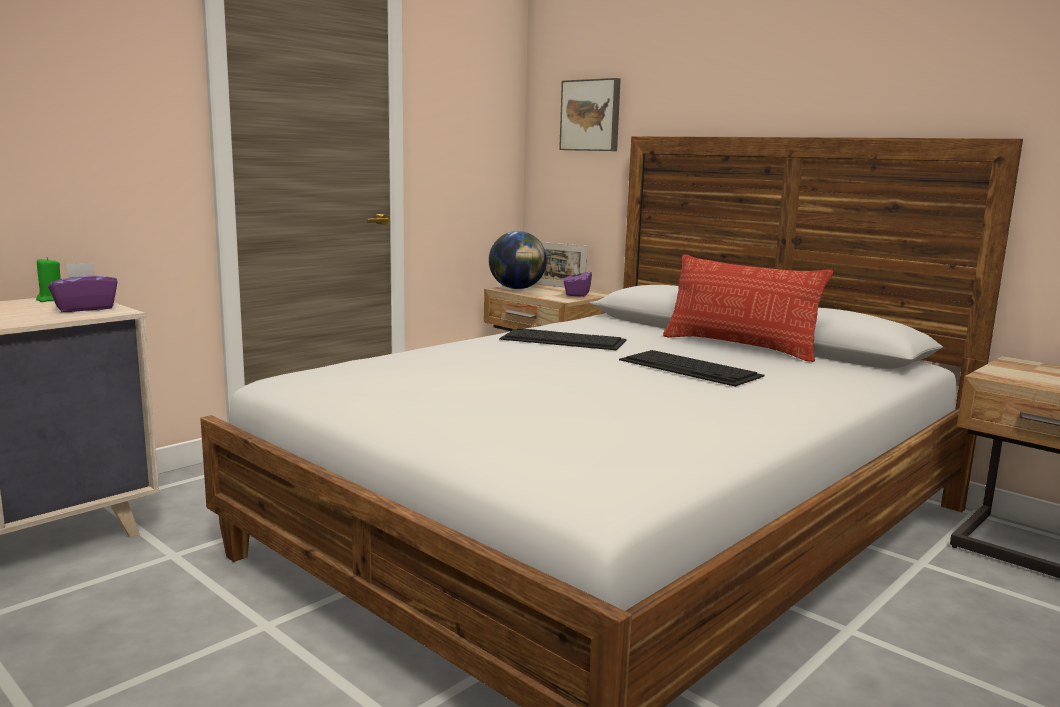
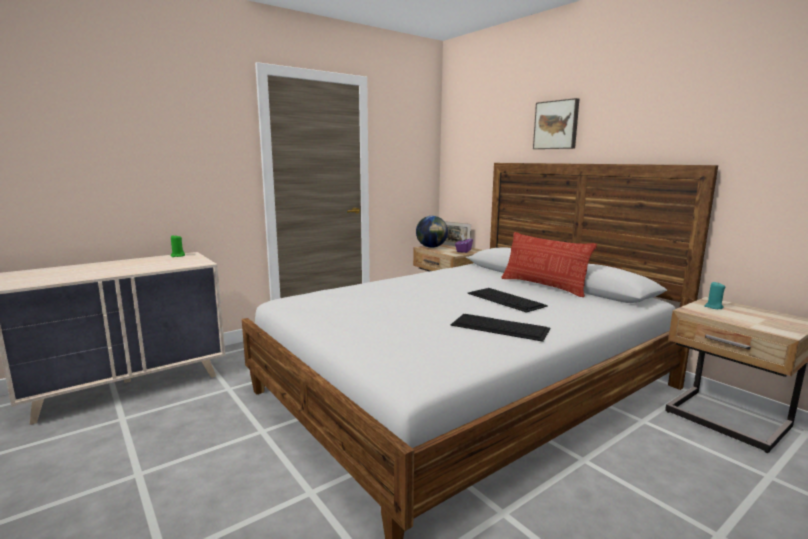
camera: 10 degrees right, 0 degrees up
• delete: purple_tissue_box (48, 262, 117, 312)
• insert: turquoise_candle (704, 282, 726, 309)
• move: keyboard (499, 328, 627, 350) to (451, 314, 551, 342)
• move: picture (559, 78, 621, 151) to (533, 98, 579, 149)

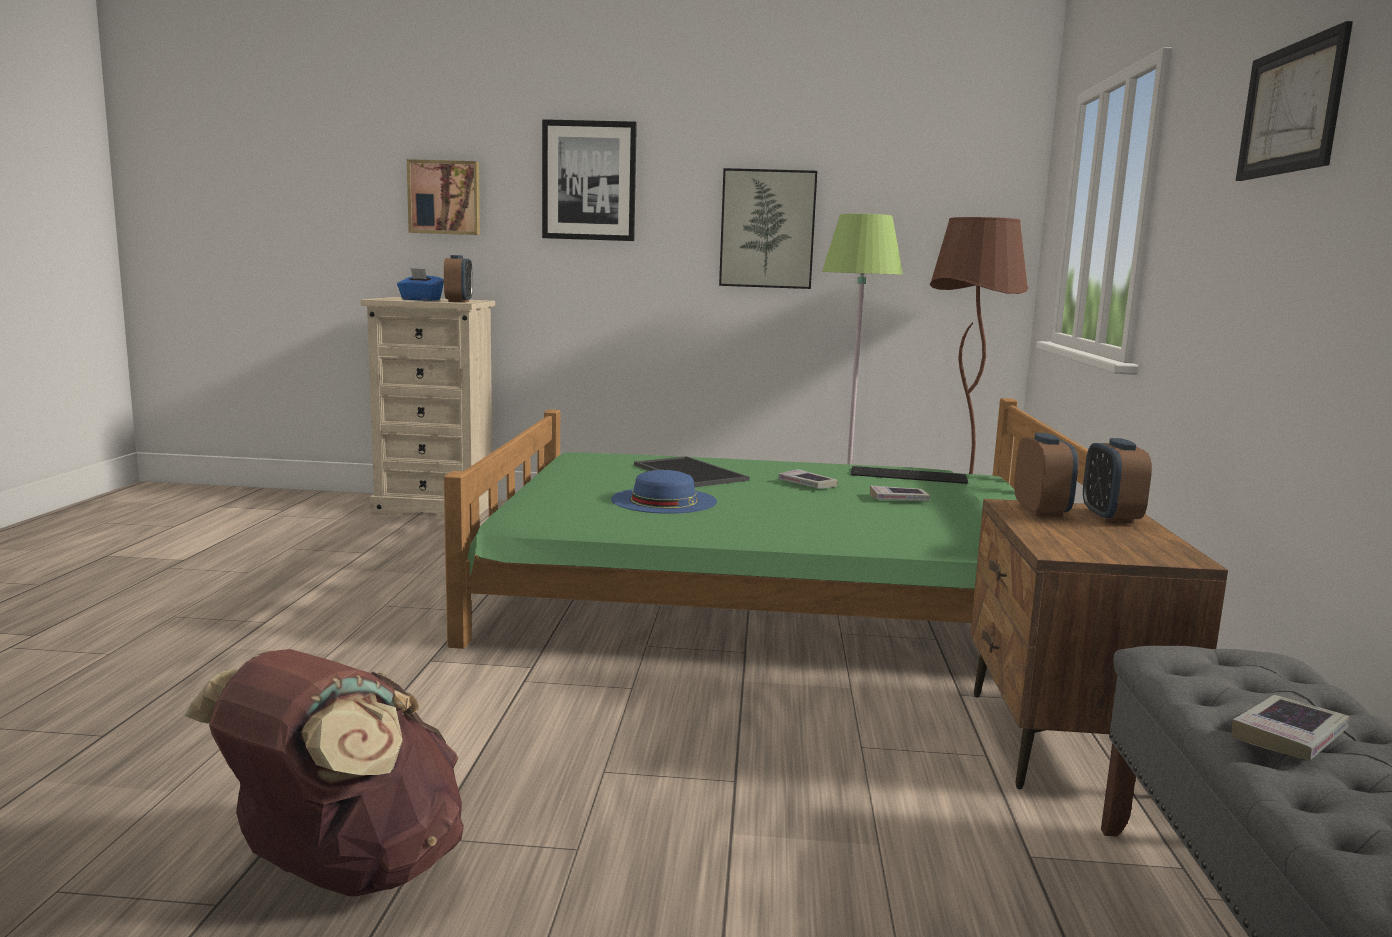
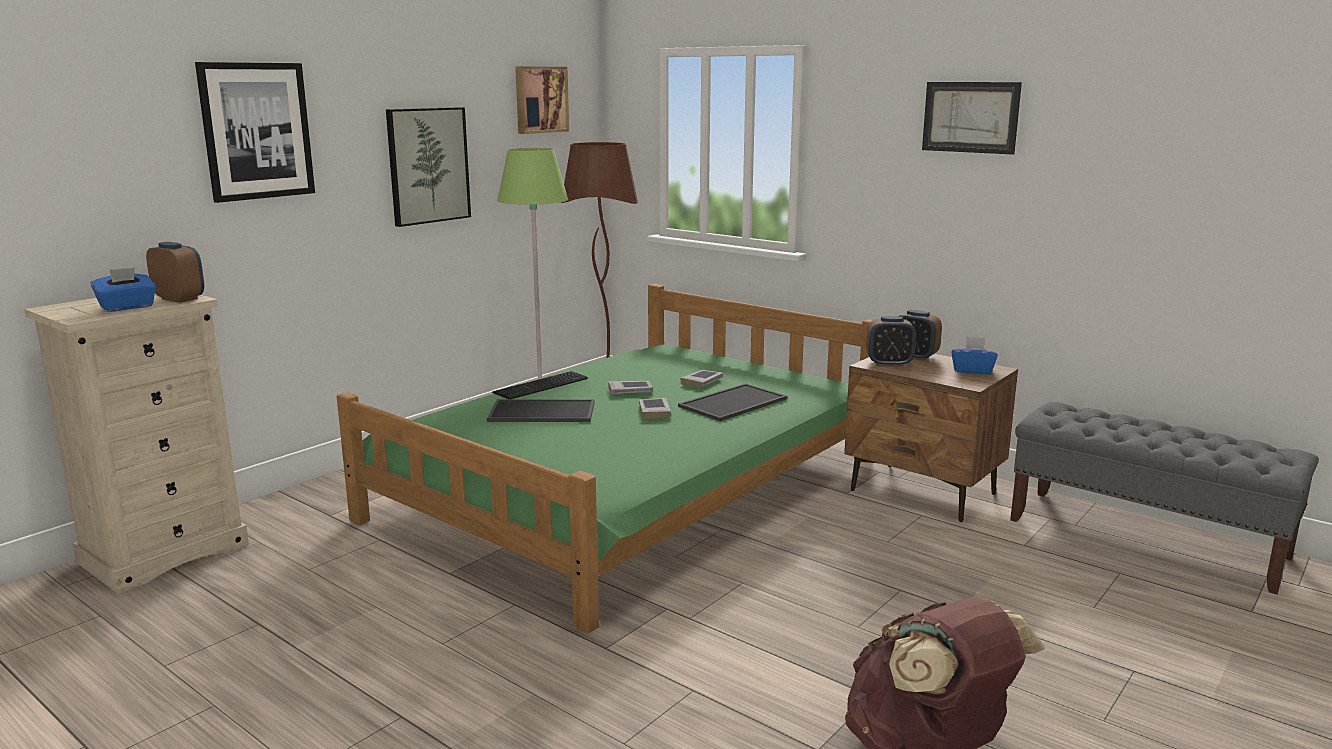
camera: 55 degrees left, 5 degrees up
• delete: blue_hat (611, 470, 717, 514)
• insert: tray (678, 383, 788, 421)
• insert: blue_tissue_box (951, 337, 998, 375)
• move: picture (407, 159, 480, 235) to (515, 66, 569, 134)
• move: keyboard (851, 466, 968, 484) to (492, 371, 588, 399)
• move: book (1231, 695, 1349, 760) to (639, 398, 671, 419)
• rotate: alarm_clock (1014, 433, 1078, 517) = (866, 316, 916, 367) 150 degrees clockwise

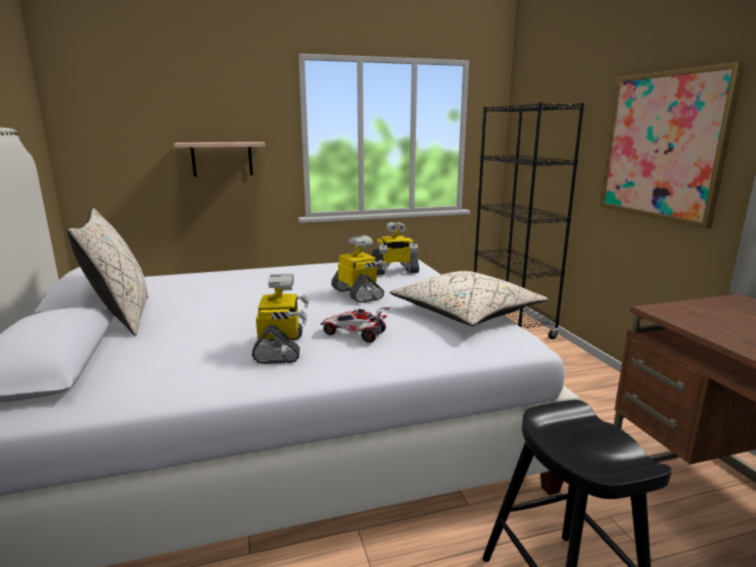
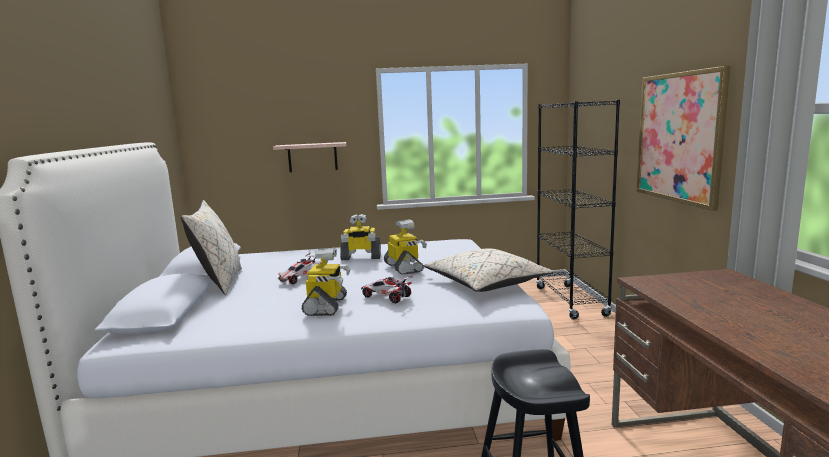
camera: 10 degrees right, 5 degrees down
• insert: toy_car (278, 252, 321, 284)
• move: toy_robot (372, 222, 419, 275) to (340, 214, 381, 260)

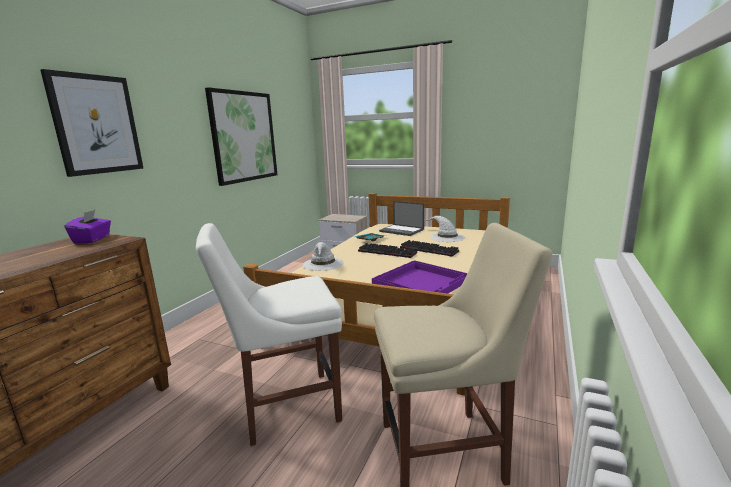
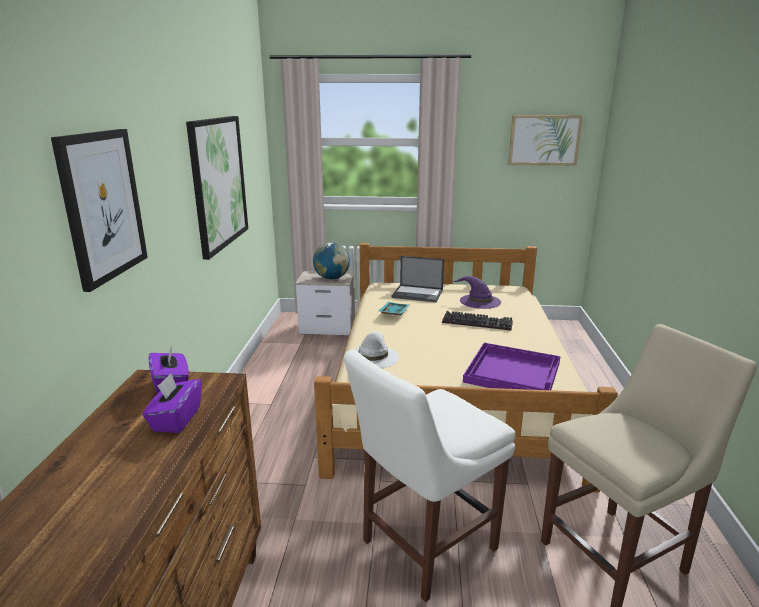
camera: 20 degrees left, 5 degrees up
• delete: keyboard (358, 243, 417, 258)
• insert: purple_tissue_box (142, 373, 202, 433)
• insert: globe (313, 243, 350, 280)
• insert: picture (508, 115, 583, 166)
• recolor: white_hat (425, 216, 465, 242) to purple_hat (453, 276, 501, 309)

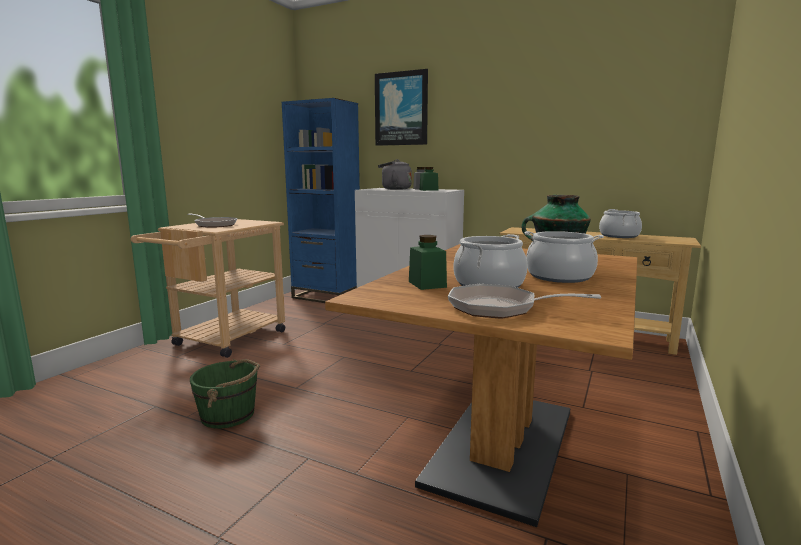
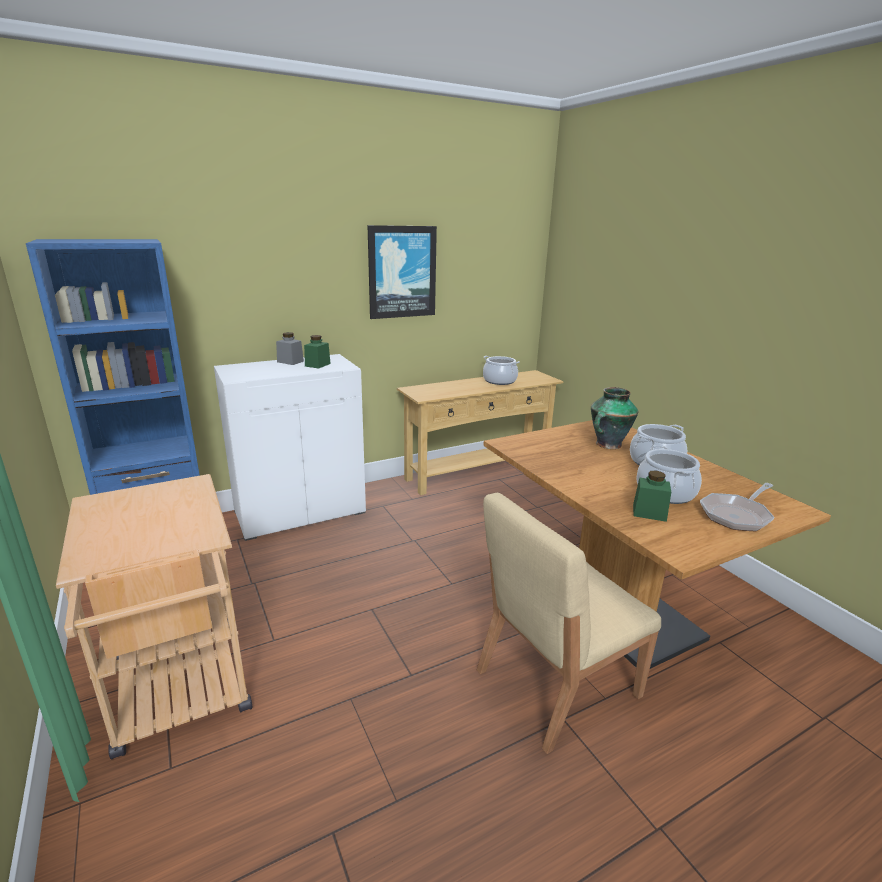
camera: 55 degrees left, 10 degrees up
• delete: frying_pan (187, 213, 237, 228)
• delete: green_bucket (190, 359, 260, 429)
• delete: grey_kettle (378, 159, 412, 190)
• insert: beige_chair (477, 493, 661, 754)
• move: picture (375, 69, 428, 146) to (367, 225, 437, 319)

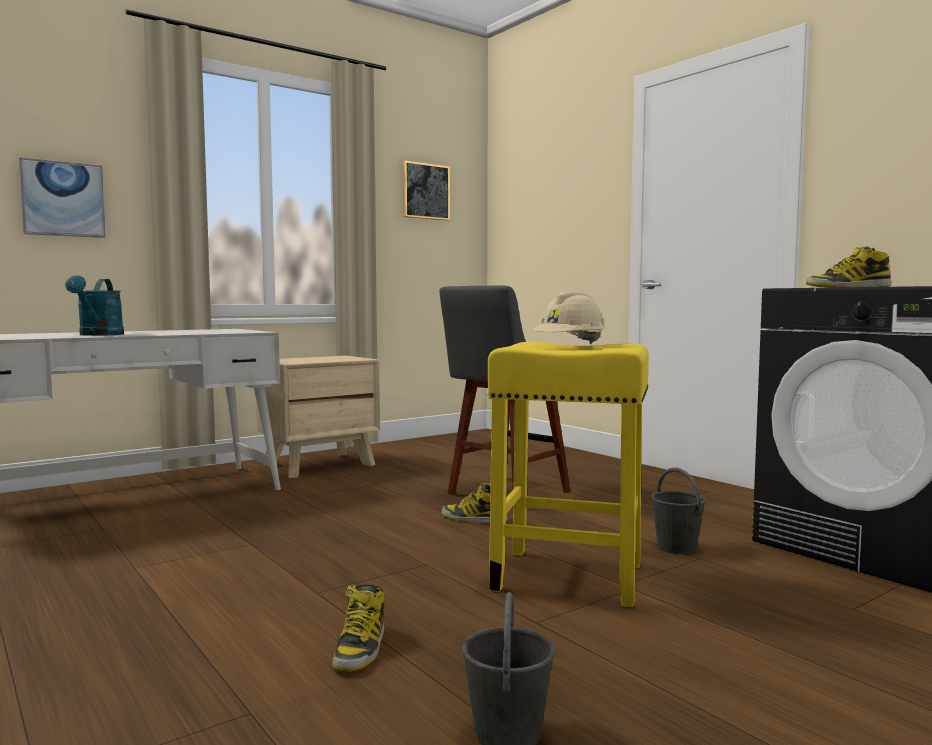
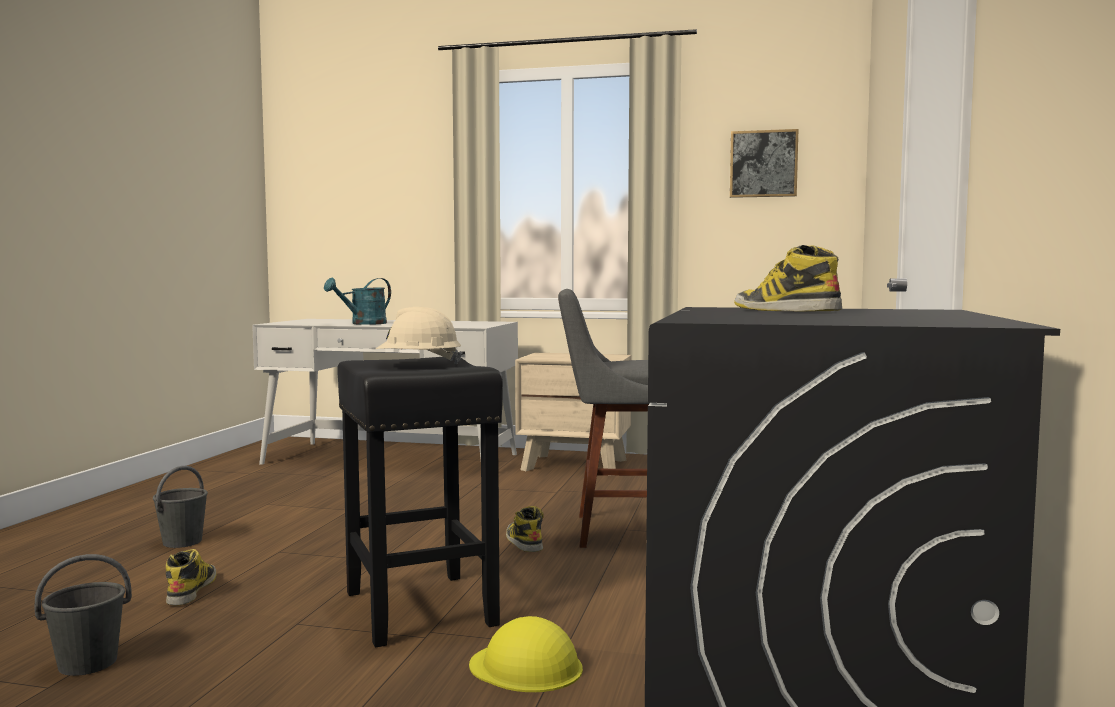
camera: 50 degrees right, 0 degrees up
• delete: picture (19, 157, 106, 238)
• insert: yellow_hard_hat (469, 616, 583, 692)
• move: grey_bucket (651, 467, 706, 554) to (153, 466, 208, 548)
• recolor: yellow_stool (488, 342, 649, 607) to black_stool (337, 357, 503, 648)
• rotate: boot (333, 584, 385, 671) = (165, 549, 216, 606) 120 degrees clockwise

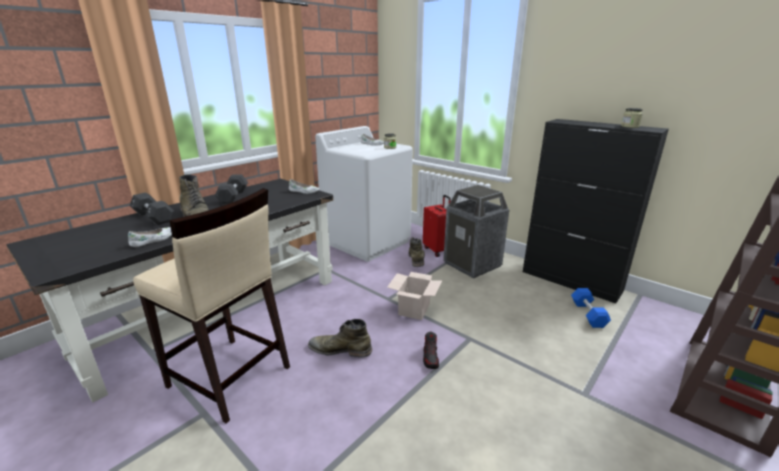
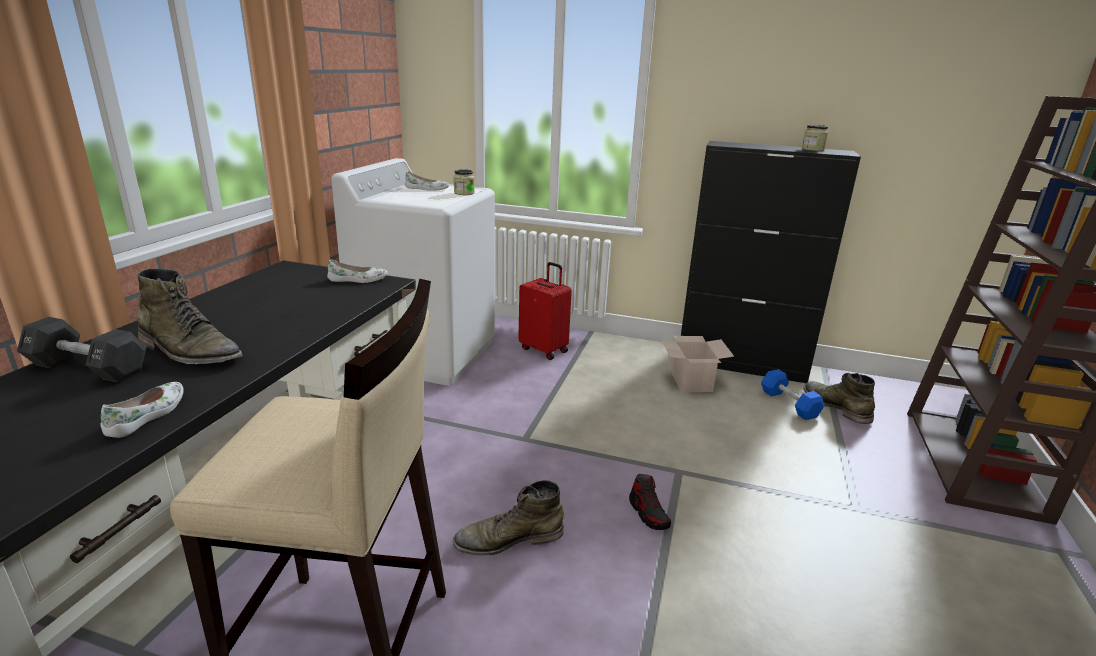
camera: 25 degrees left, 0 degrees up
• delete: black_dumbbell (215, 174, 248, 204)
• delete: trash_can (443, 185, 509, 278)
• move: cardboard_box (387, 272, 442, 320) to (661, 336, 734, 392)
• move: green_boot (409, 237, 425, 267) to (804, 373, 875, 424)

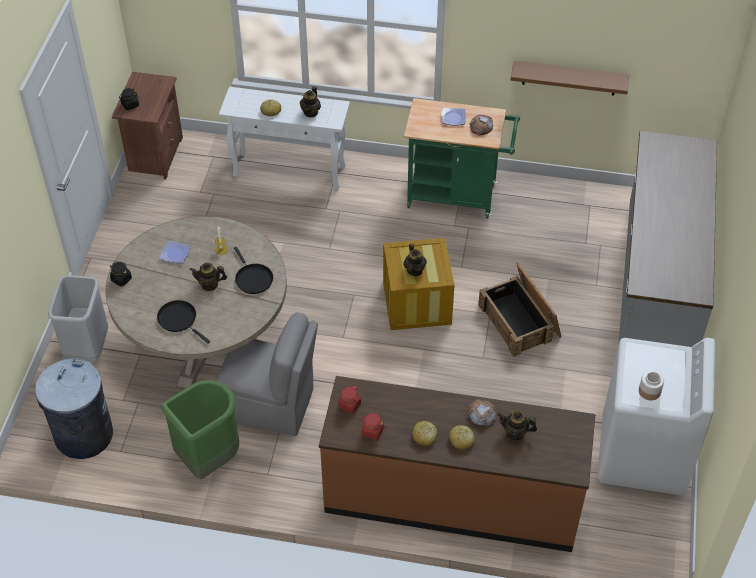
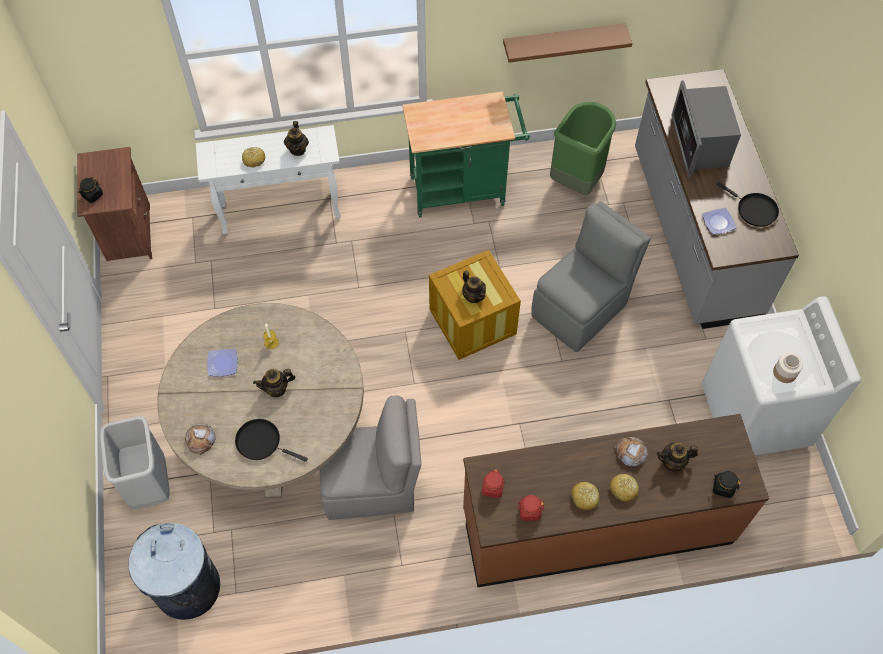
camera: 20 degrees left, 10 degrees up
• insert: microwave (672, 80, 741, 178)
• move: black_jar (110, 262, 132, 287) to (713, 471, 741, 498)
• move: green_trash_can (162, 380, 239, 479) to (550, 102, 616, 195)
• move: black_frying_pan (234, 247, 273, 294) to (716, 182, 779, 227)
• move: plate (441, 108, 466, 125) to (702, 208, 737, 234)
• move: bread (470, 115, 493, 136) to (185, 423, 215, 455)
• replace: crate (478, 263, 561, 357) to grey_chair (531, 201, 651, 352)

